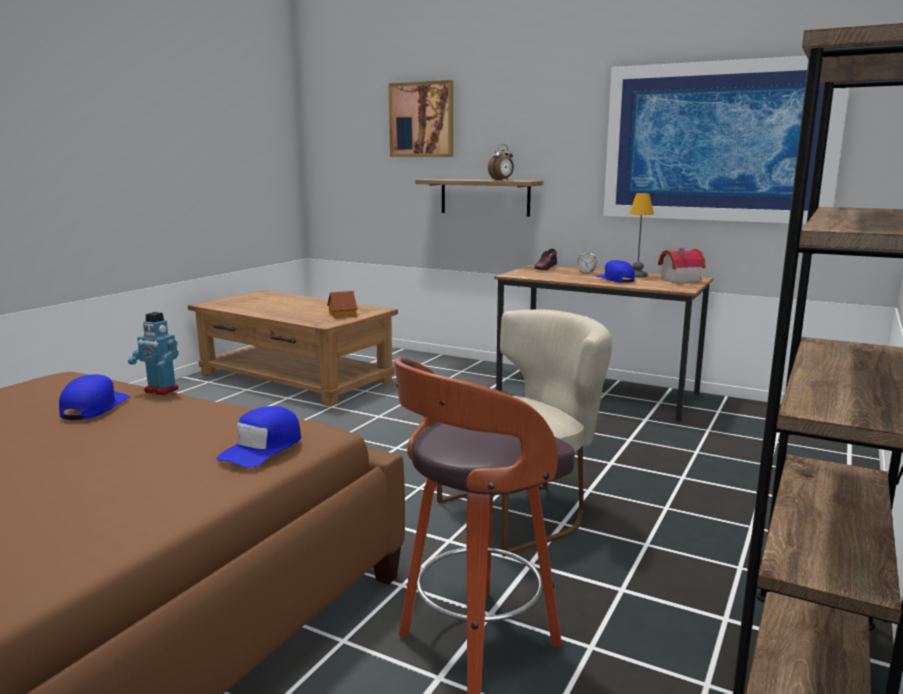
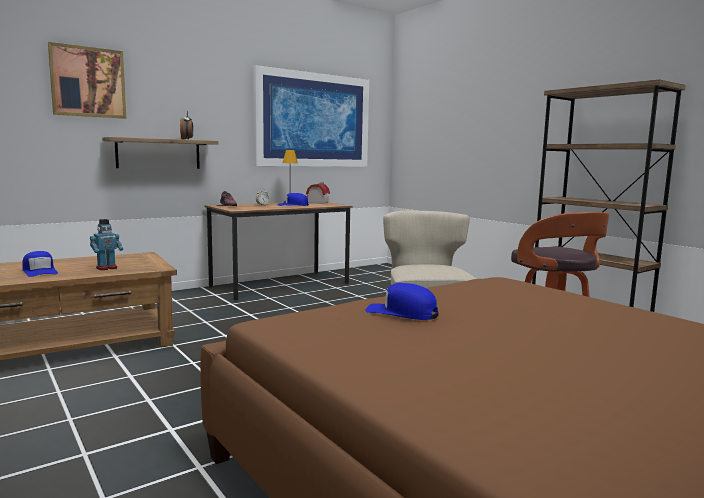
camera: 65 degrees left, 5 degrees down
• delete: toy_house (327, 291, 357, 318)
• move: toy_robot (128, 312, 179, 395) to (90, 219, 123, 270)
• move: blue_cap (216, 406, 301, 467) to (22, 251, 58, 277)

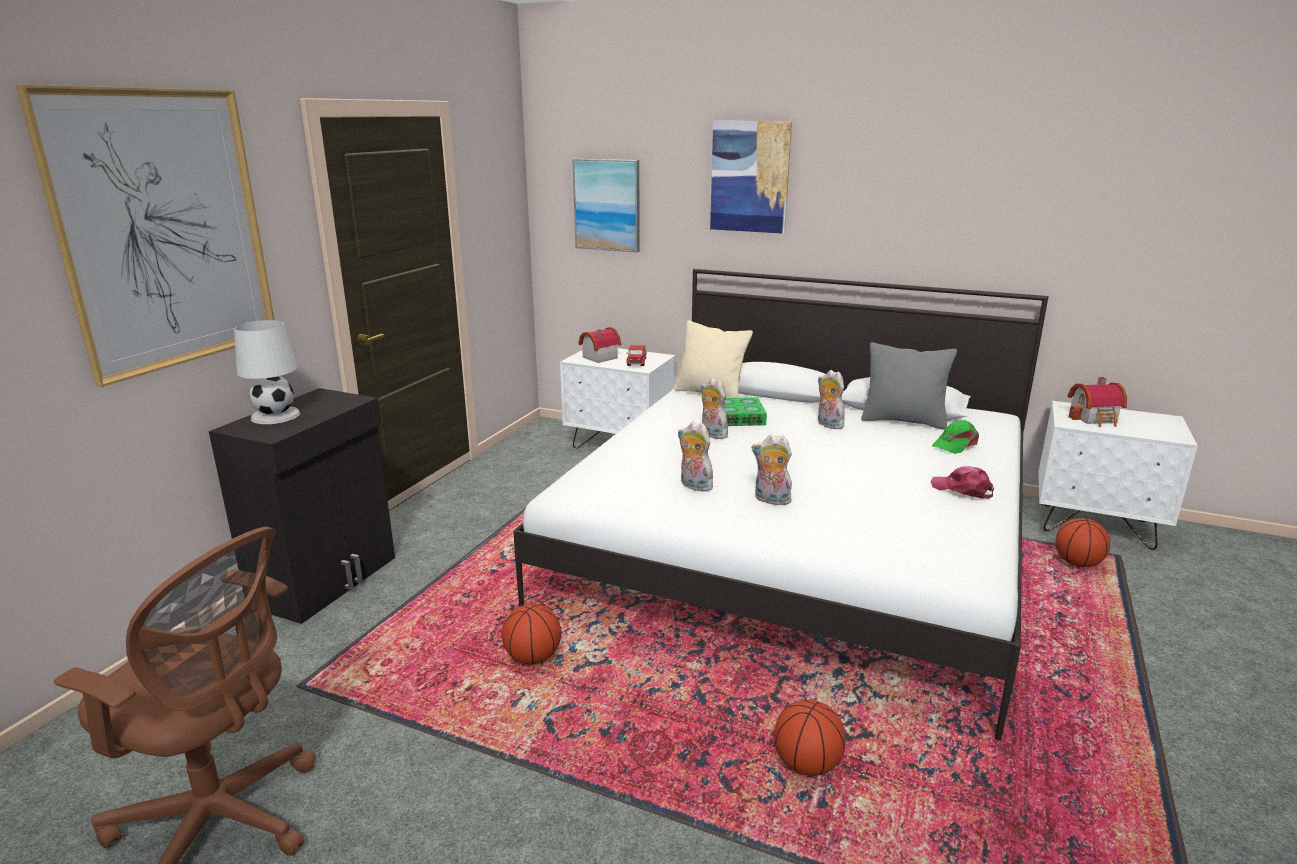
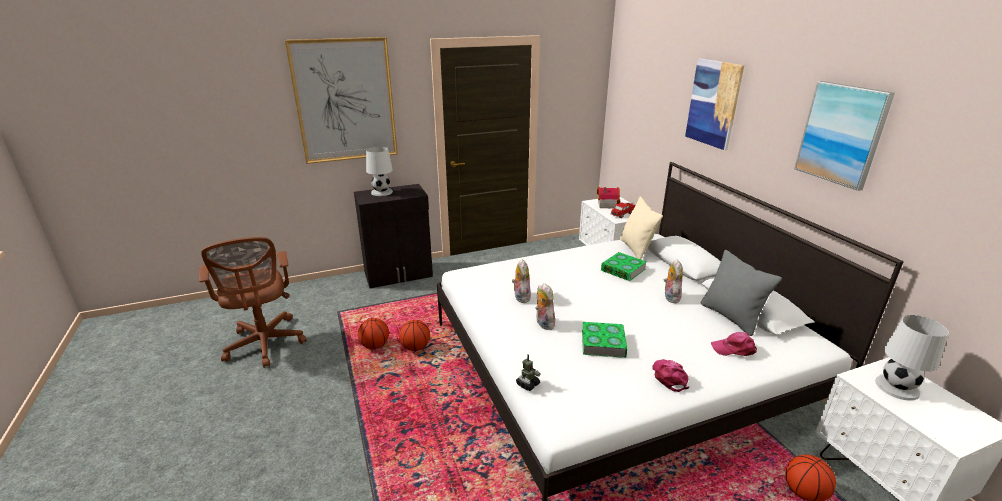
camera: 45 degrees right, 5 degrees up
• delete: plush_toy (700, 378, 728, 439)
• insert: toy_robot (516, 354, 541, 391)
• insert: book (582, 322, 627, 358)
• move: picture (572, 159, 640, 252) to (794, 81, 895, 191)
• move: basketball (774, 700, 846, 776) to (358, 318, 389, 349)
• replace: toy_house (1067, 377, 1127, 427) to white_table_lamp (875, 315, 949, 401)
• recolor: green_cap (932, 420, 979, 454) to pink_cap (711, 332, 757, 356)

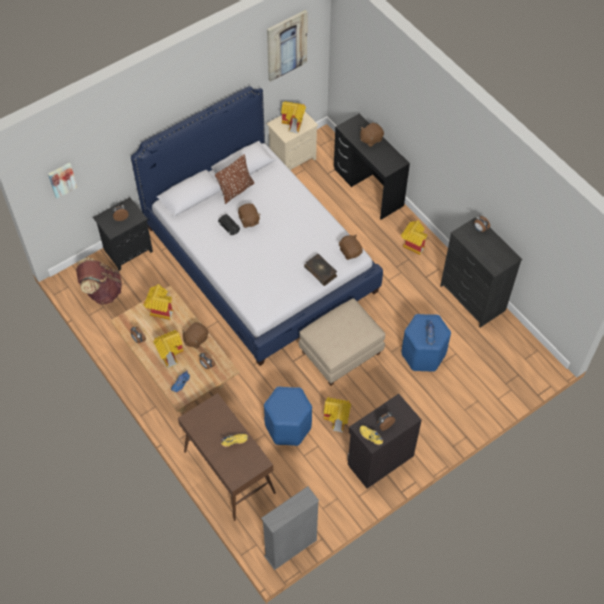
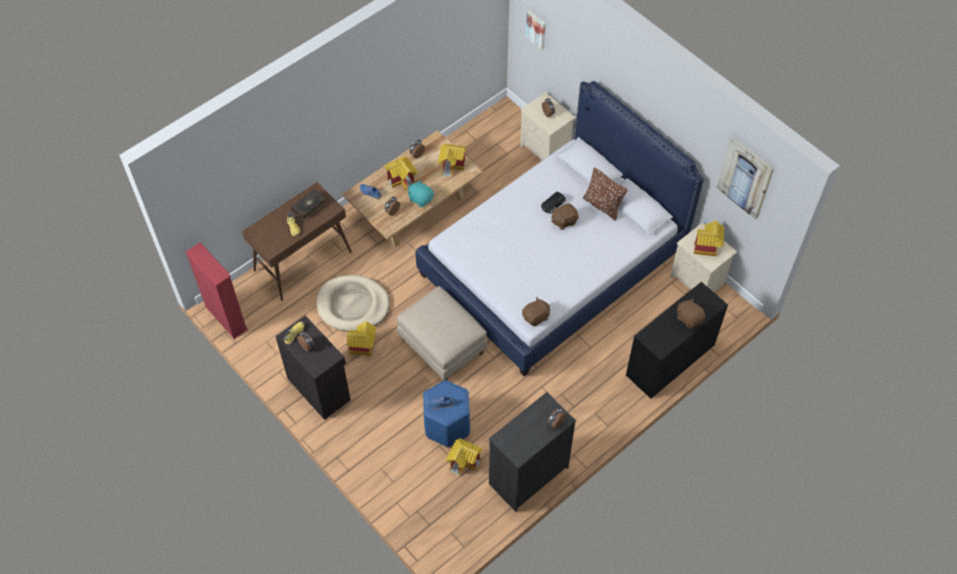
camera: 85 degrees right, 0 degrees up
• delete: brown_backpack (76, 257, 122, 304)
• move: book (304, 254, 337, 286) to (291, 189, 327, 222)
• move: toy_house (401, 220, 427, 255) to (446, 438, 482, 476)
• replace: blue_stool (264, 387, 312, 446) to beige_dog_bed (316, 275, 390, 332)
• recolor: black_nightstand (93, 197, 153, 271) to beige_nightstand (520, 92, 576, 161)
• recolor: brown_plush_toy (182, 322, 209, 349) to turquoise_plush_toy (408, 180, 434, 207)
• recolor: grey_bookcase (261, 486, 319, 570) to red_bookcase (186, 242, 248, 339)

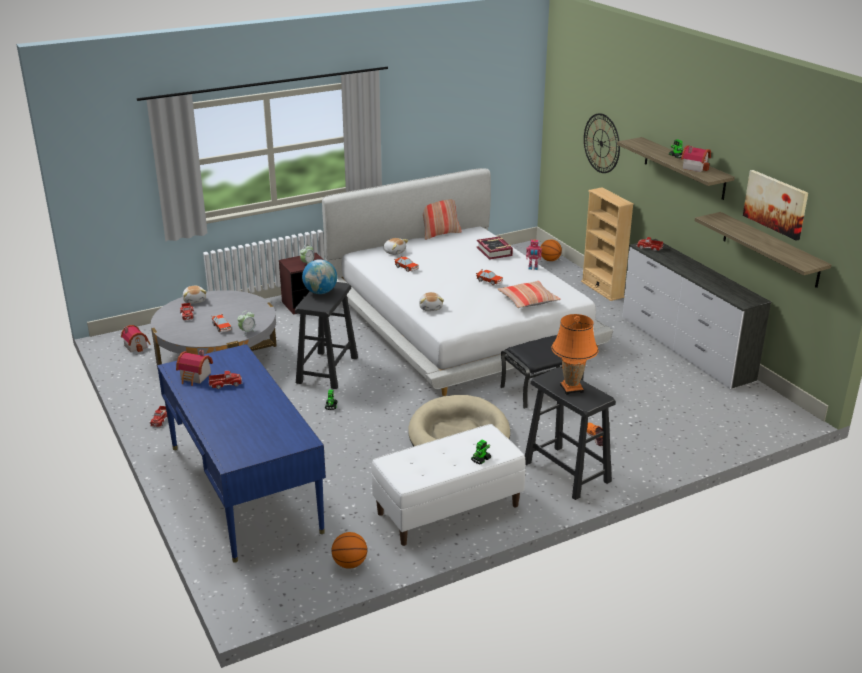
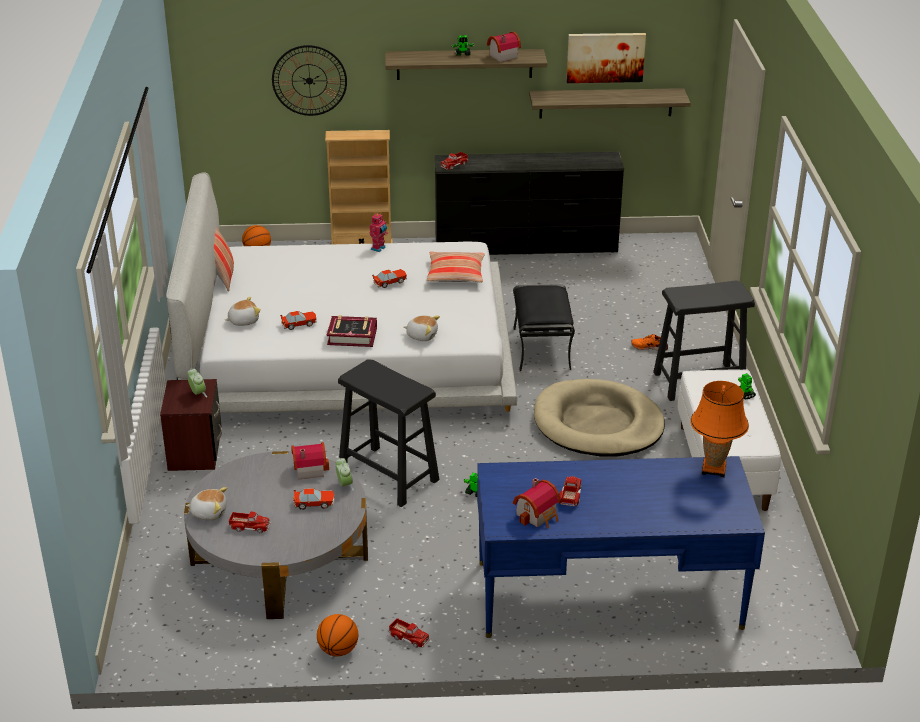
camera: 65 degrees left, 5 degrees up
• delete: globe (302, 259, 337, 294)
• move: toy_house (121, 325, 151, 352) to (291, 442, 329, 479)
• move: basketball (332, 532, 367, 569) to (317, 614, 358, 656)
• move: book (477, 236, 513, 260) to (327, 315, 377, 347)
• move: orange_table_lamp (551, 314, 599, 395) to (690, 381, 749, 478)
• recolor: white_dresser (622, 239, 771, 390) to black_dresser (434, 152, 624, 255)

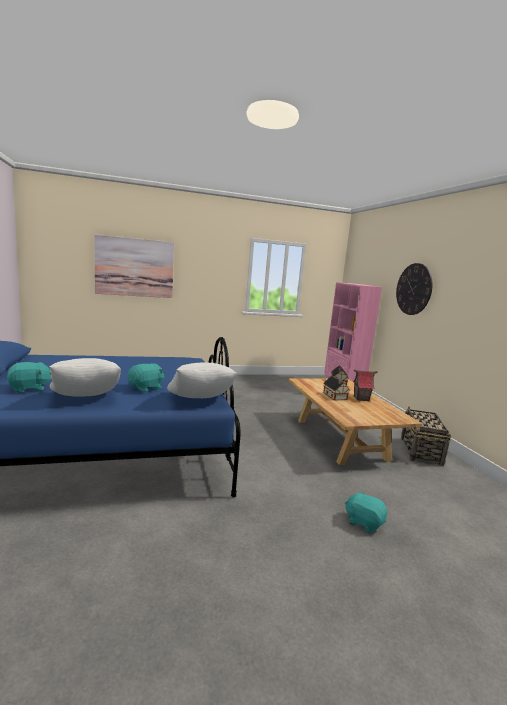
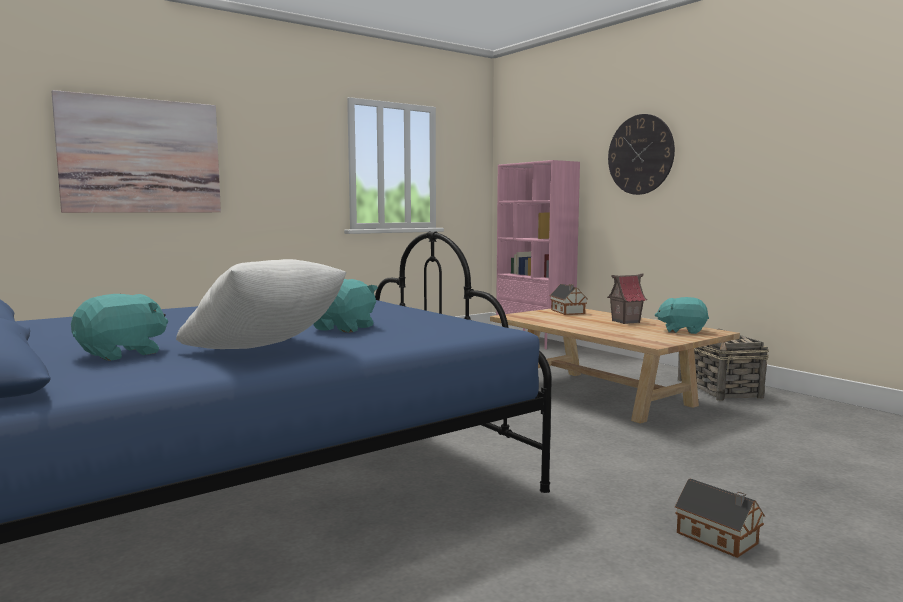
camera: 20 degrees left, 5 degrees down
• delete: white_pillow (167, 362, 237, 398)
• move: toy_house (323, 376, 350, 401) to (675, 478, 765, 558)
• move: turquoise_plush_toy (345, 491, 387, 533) to (655, 297, 709, 334)

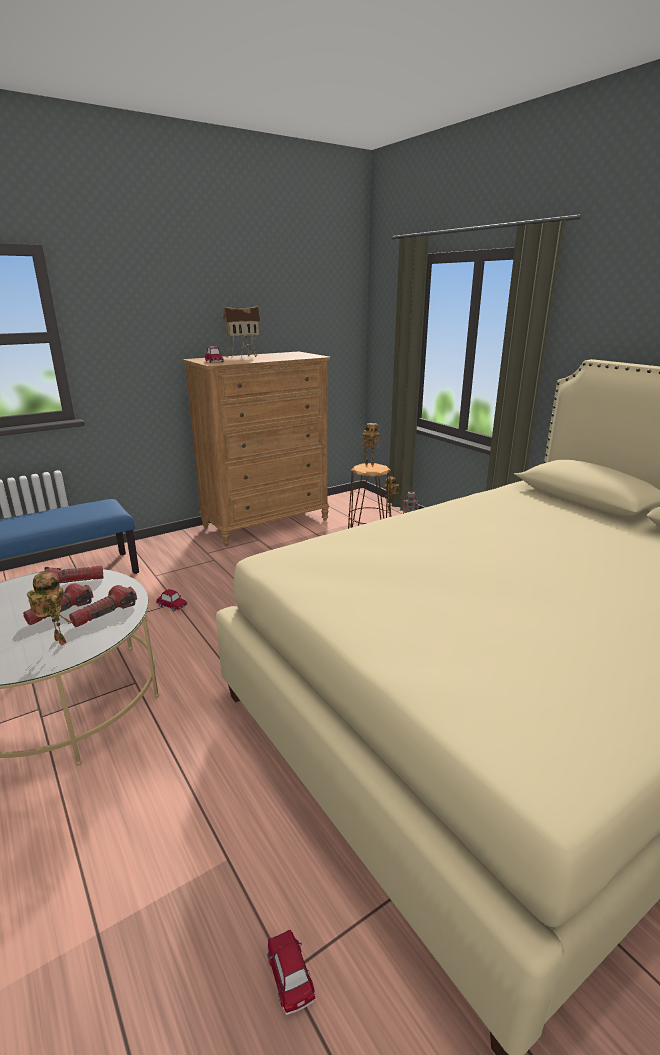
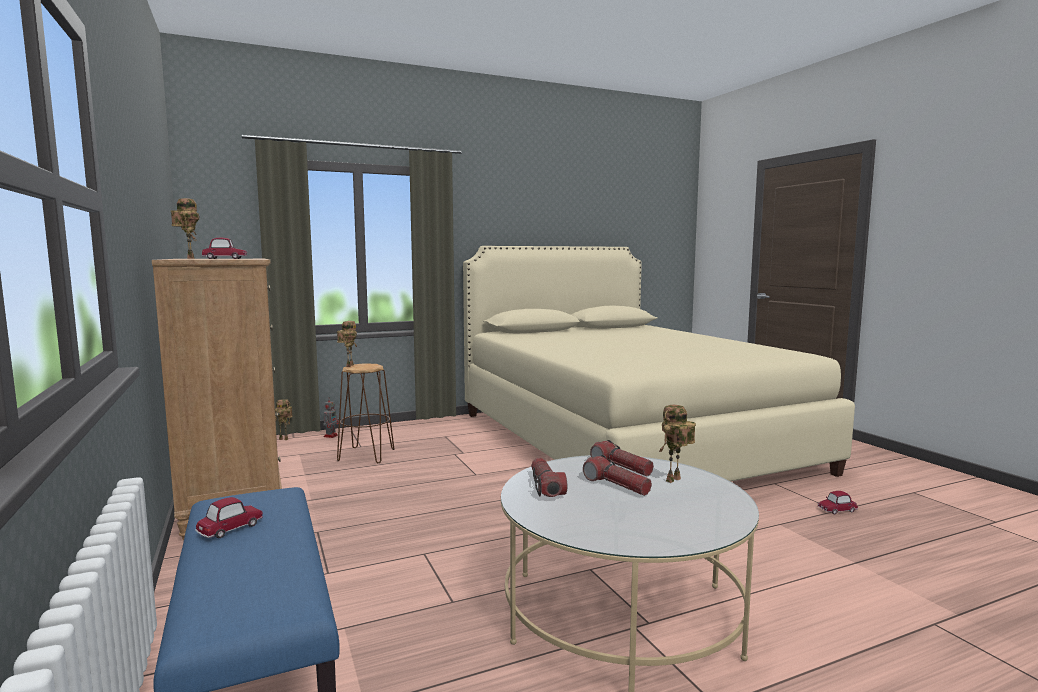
camera: 80 degrees left, 15 degrees down
• move: toy_car (156, 589, 188, 611) to (195, 497, 263, 538)
• replace: toy_house (223, 306, 260, 357) to toy_robot (171, 198, 200, 259)

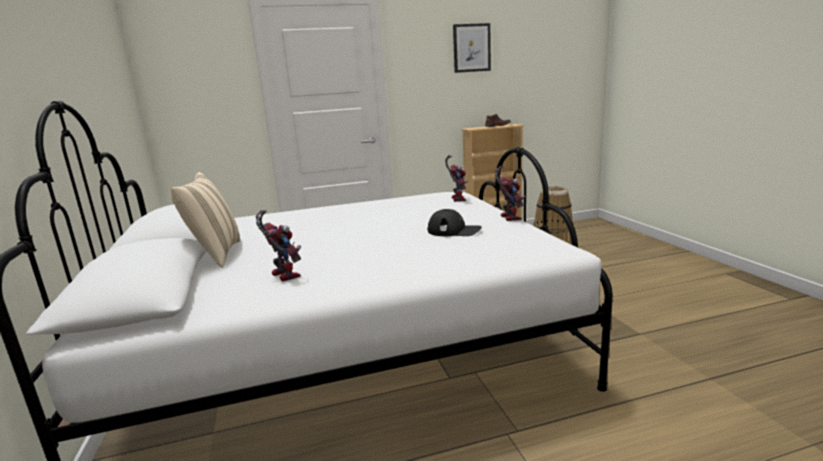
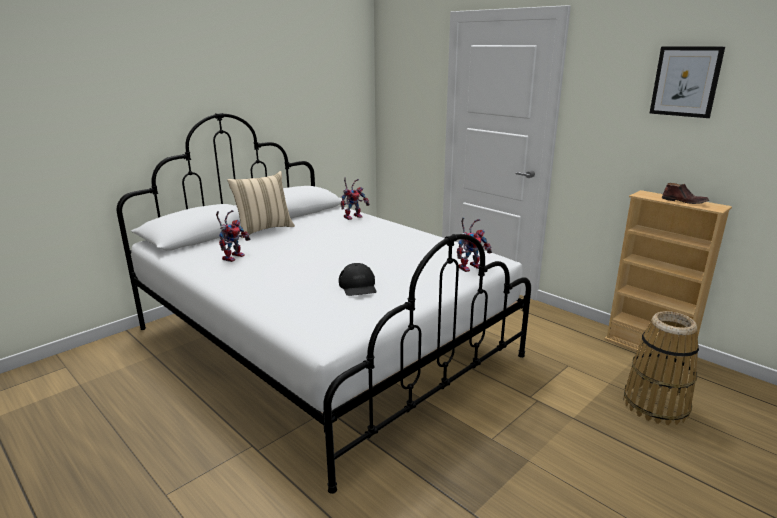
camera: 60 degrees right, 5 degrees up
• move: toy_robot (495, 166, 525, 221) to (341, 178, 370, 220)

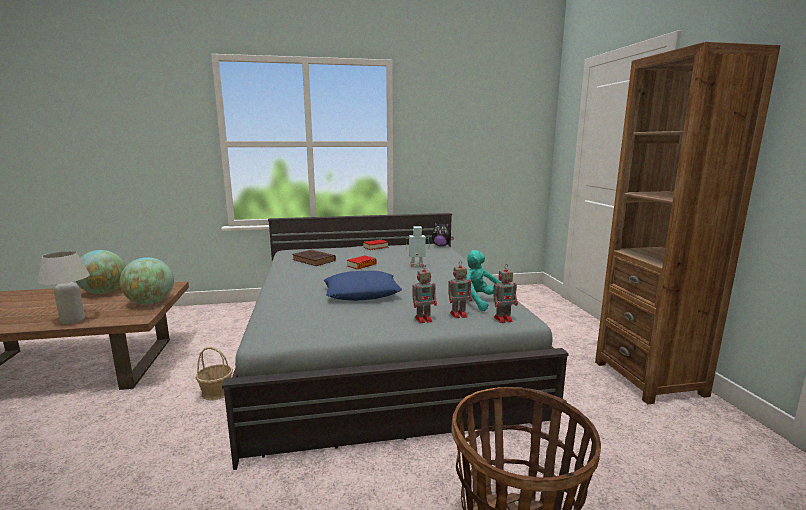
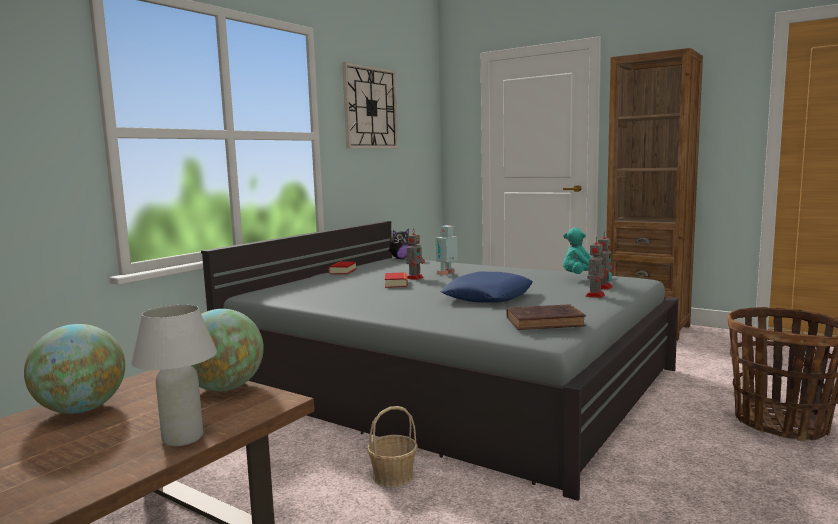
camera: 45 degrees left, 5 degrees down
• insert: wall_clock (342, 62, 398, 149)
• move: brown_book (292, 250, 336, 266) to (507, 304, 586, 330)
• move: toy_robot (493, 267, 518, 323) to (406, 233, 425, 280)

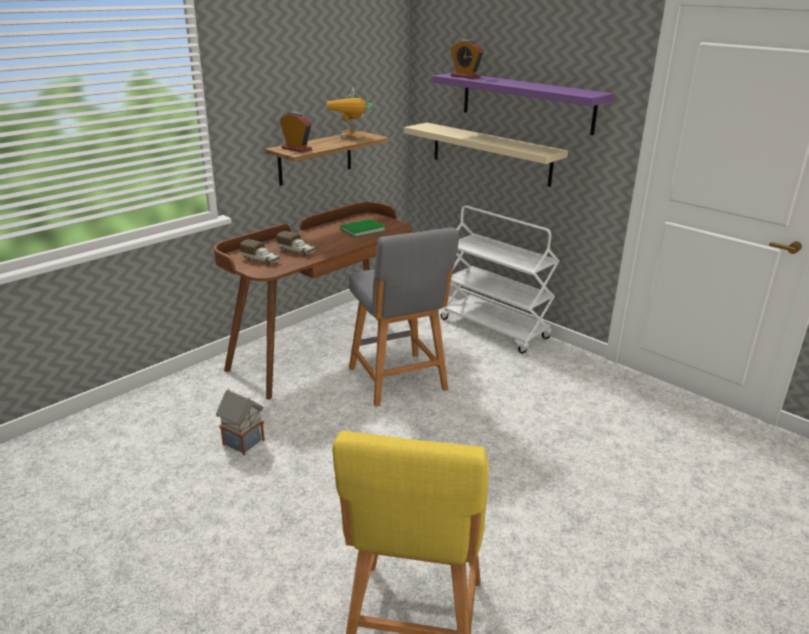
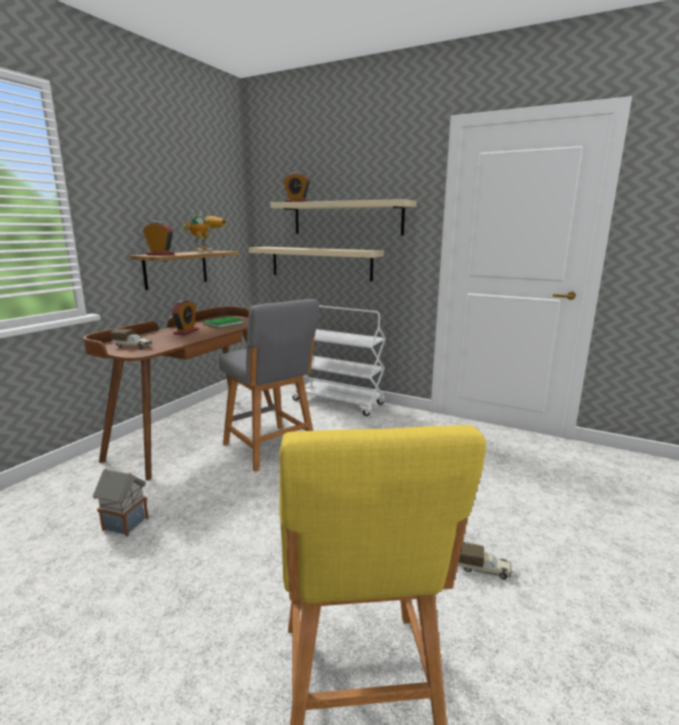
camera: 15 degrees left, 10 degrees down
• insert: alarm_clock (171, 300, 199, 335)
• move: toy_truck (277, 231, 316, 256) to (458, 542, 512, 580)
• recolor: purple_shelf (433, 73, 614, 135) to beige_shelf (270, 199, 417, 235)
• rotate: toy_robot (327, 87, 373, 139) = (183, 210, 227, 253) 120 degrees counterclockwise

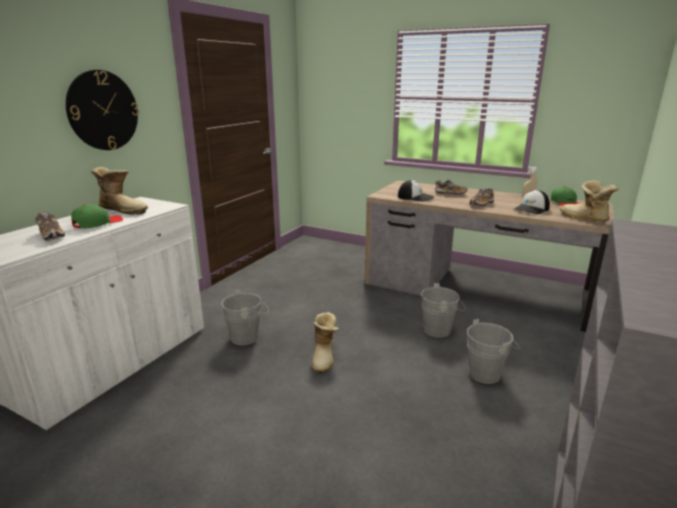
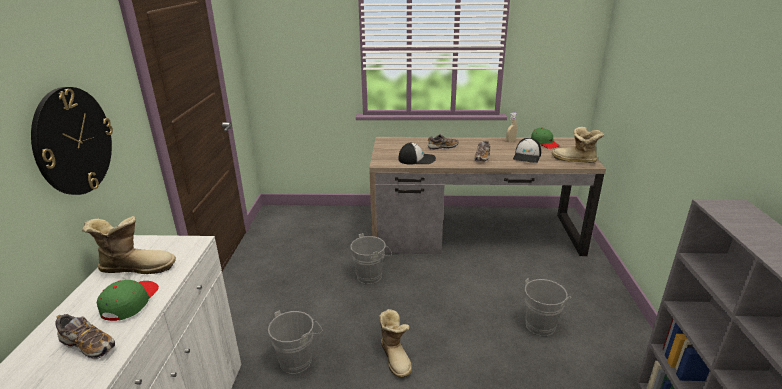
camera: 25 degrees left, 5 degrees up
• move: grey_bucket (421, 283, 465, 338) to (350, 233, 392, 284)

